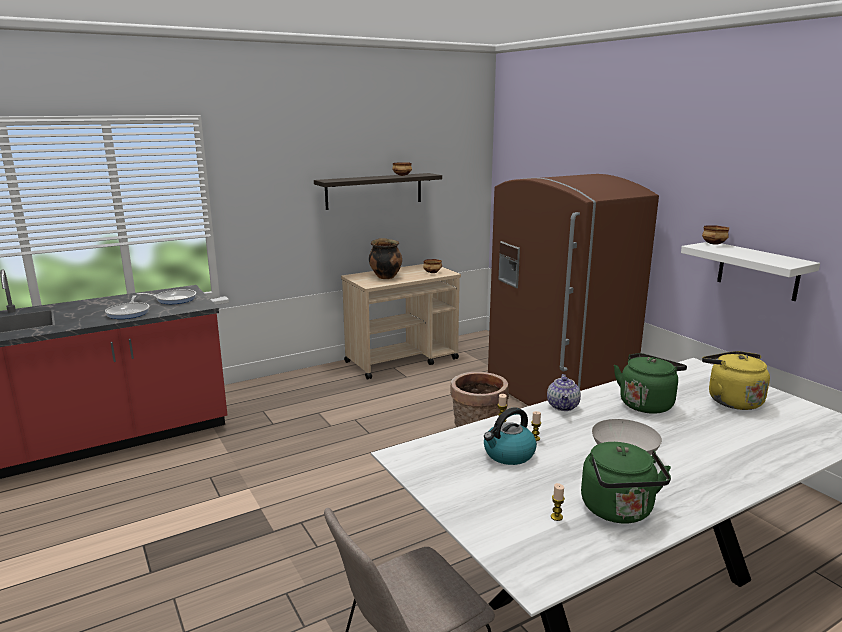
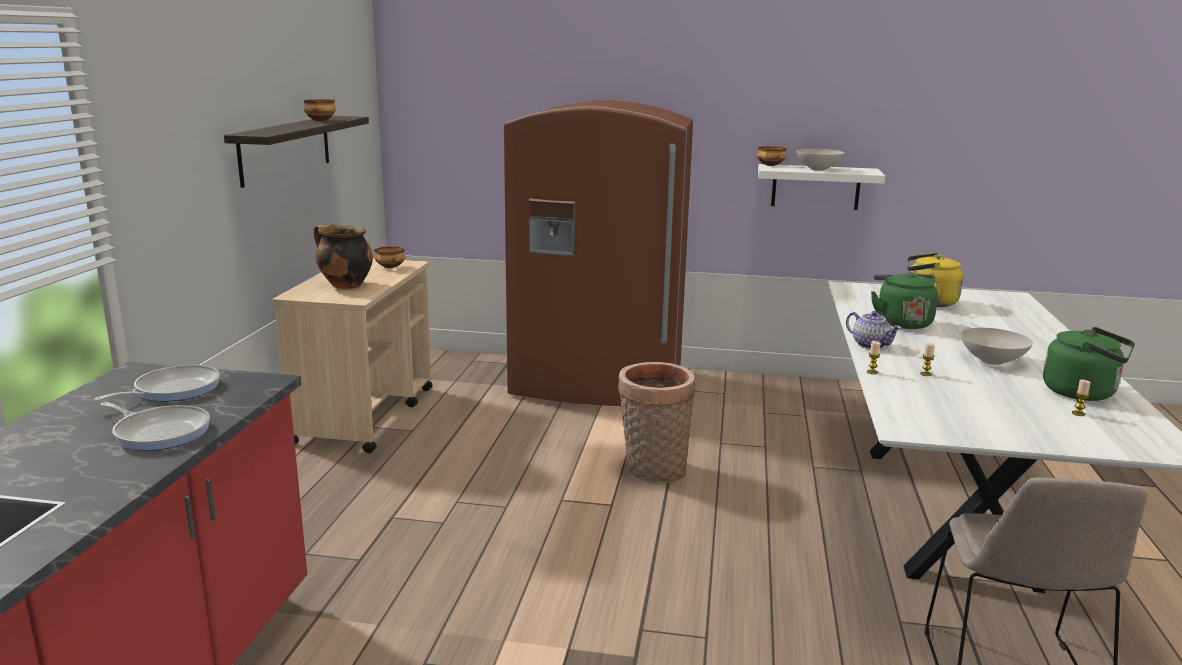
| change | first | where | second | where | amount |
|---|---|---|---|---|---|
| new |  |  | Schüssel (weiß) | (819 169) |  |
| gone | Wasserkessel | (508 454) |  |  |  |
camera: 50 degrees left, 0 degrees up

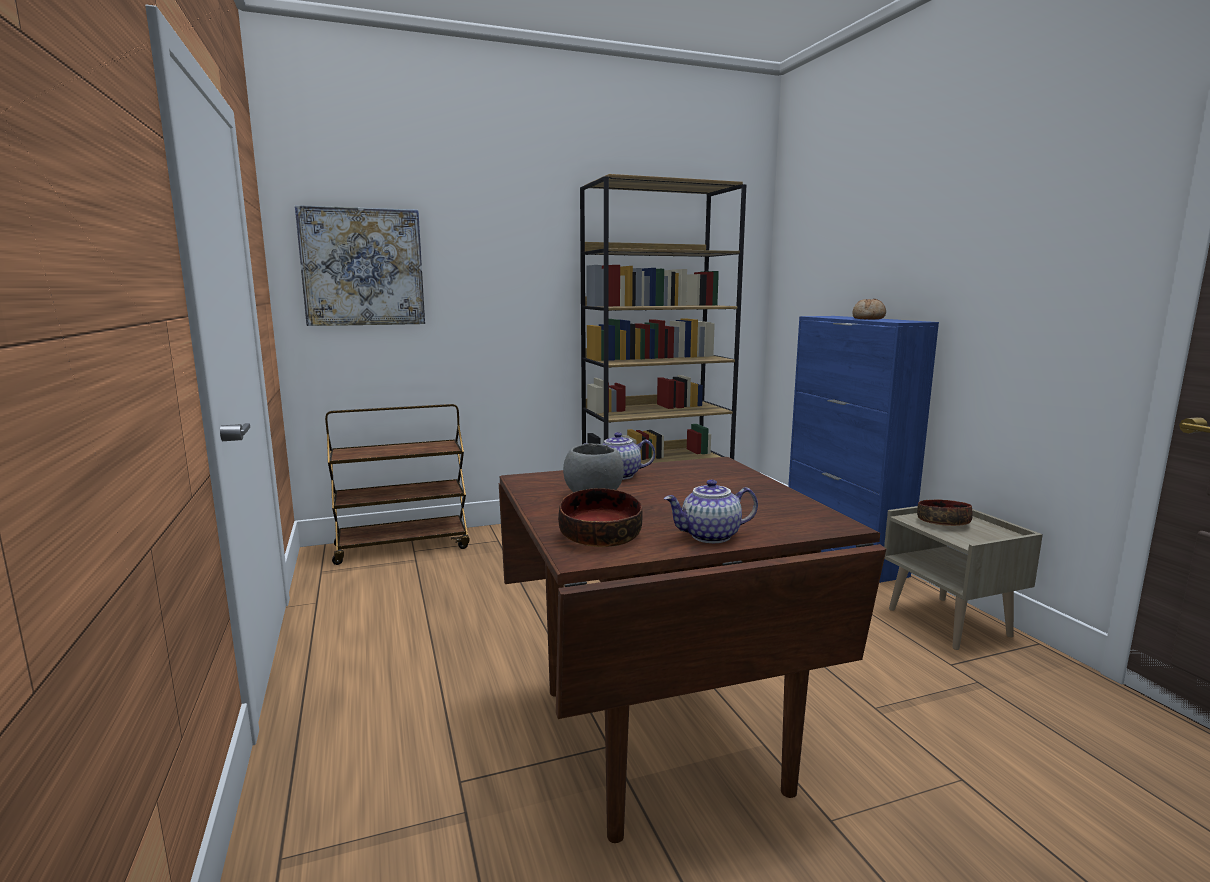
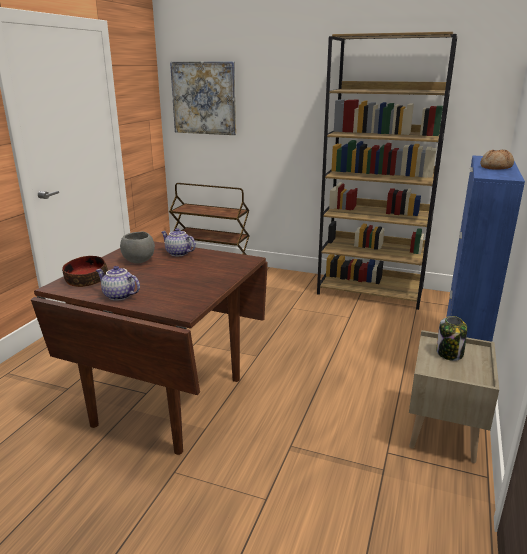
| change | first | where | second | where | amount |
|---|---|---|---|---|---|
| swapped | Schüssel | (943 522) | Vorratsglas | (449 353) |  |
camera: 40 degrees right, 10 degrees up

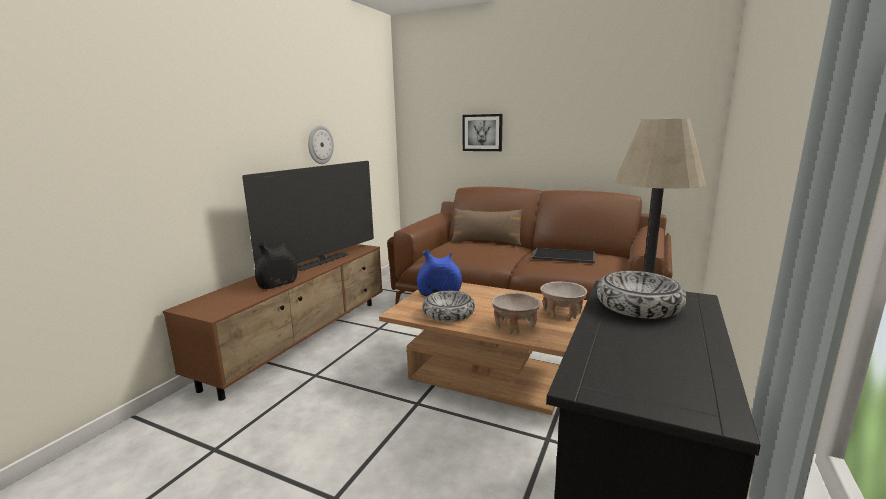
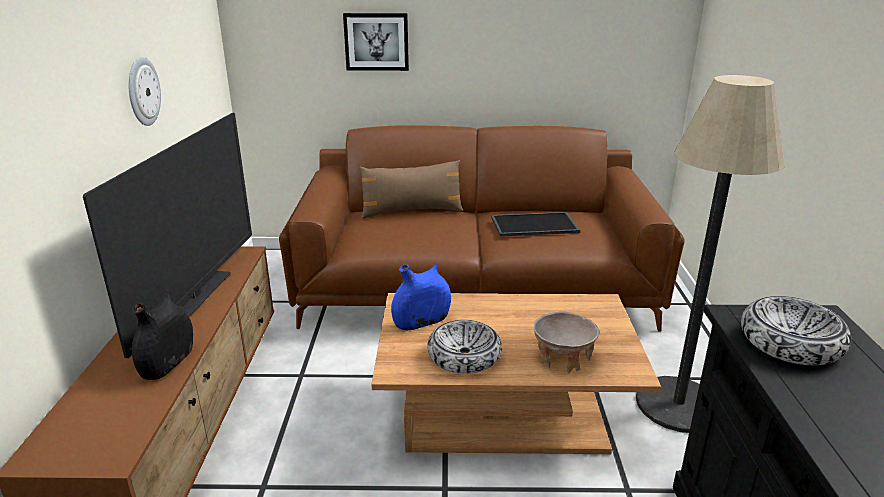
| change | first | where | second | where | amount |
|---|---|---|---|---|---|
| gone | Schüssel (beige) | (562 313) |  |  |  |
camera: 25 degrees left, 10 degrees up

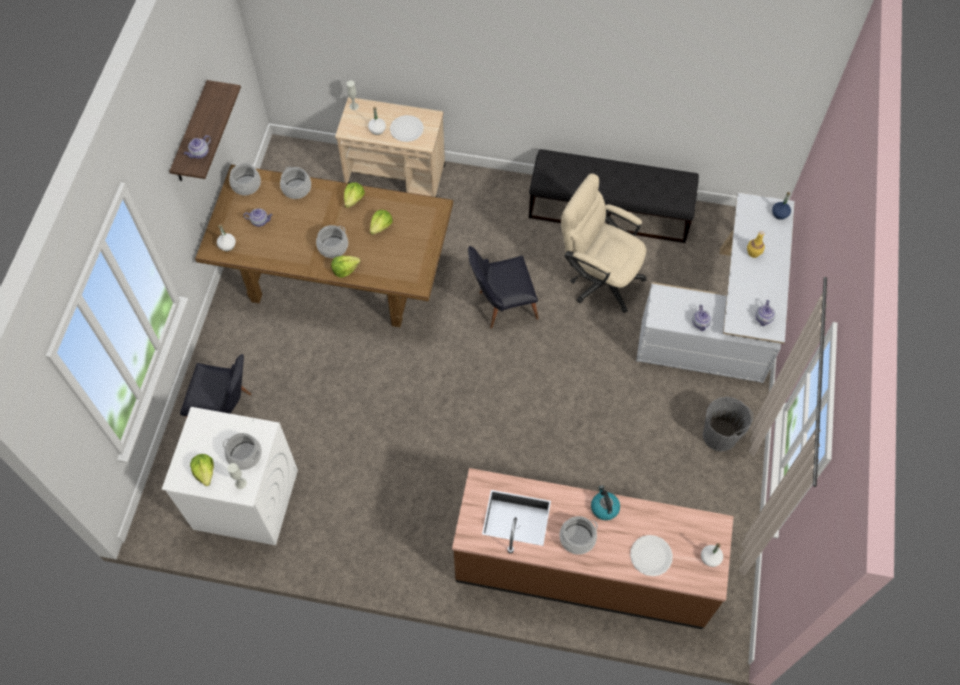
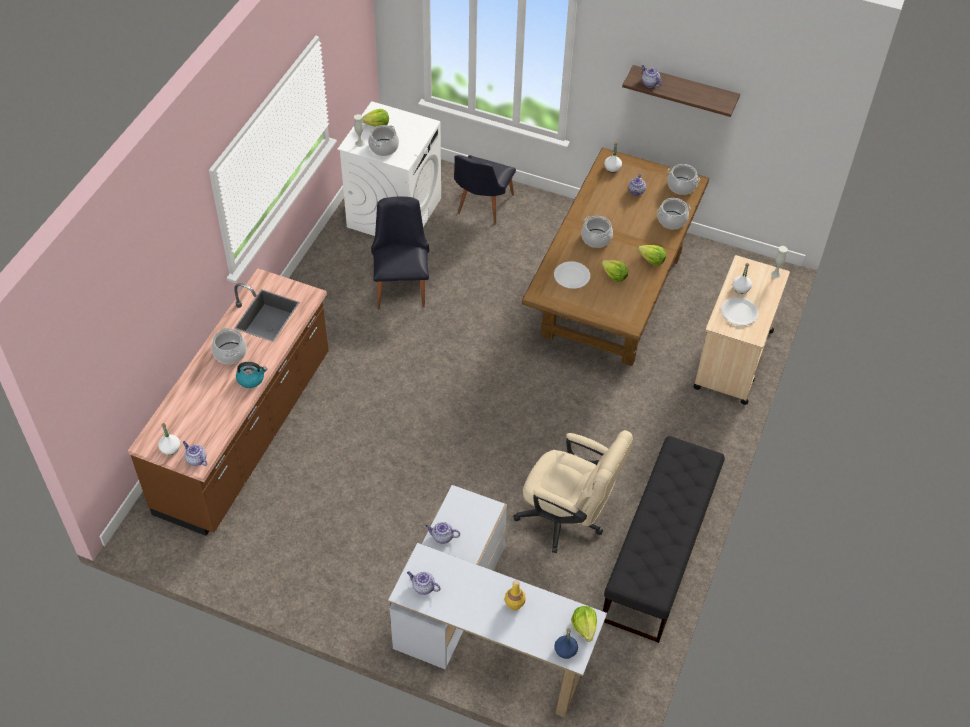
| change | first | where | second | where | amount |
|---|---|---|---|---|---|
| new |  |  | Teekanne | (196 459) |  |
| shifted | Stuhl (schwarz) | (501 305) |  | (401 285) |  |
| rotated | Bürostuhl (beige) | (598 277) |  | (568 519) | 75 degrees clockwise |
| shifted | Teller (weiß) | (651 555) |  | (572 276) |  |
| shifted | Salatkopf | (345 269) |  | (584 627) |  |
| gone | Eimer (grau) | (720 435) |  |  |  |
camera: 100 degrees right, 10 degrees down

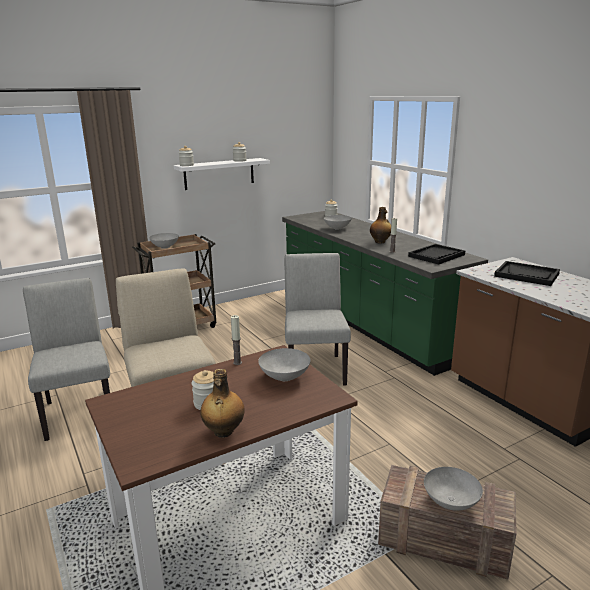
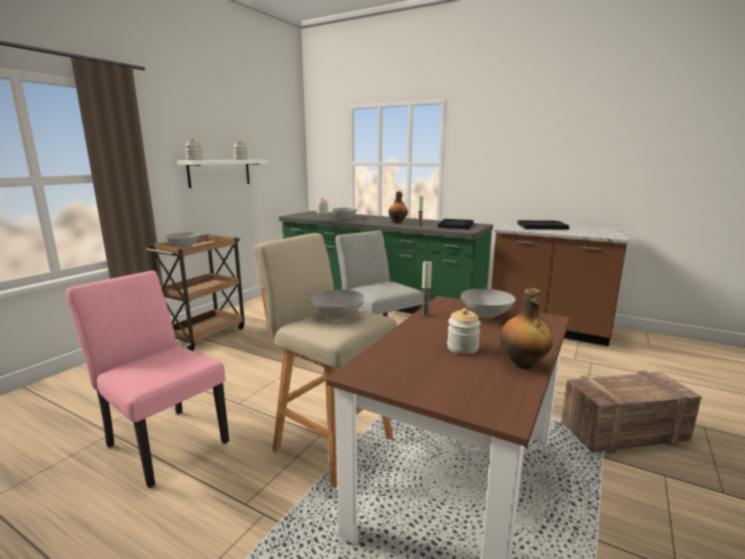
| change | first | where | second | where | amount |
|---|---|---|---|---|---|
| repainted | Stuhl (grau) | (79 409) | Stuhl (rosa) | (163 440) |  |
| shifted | Schüssel (grau) | (450 501) |  | (338 316) |  |
camera: 30 degrees left, 5 degrees down

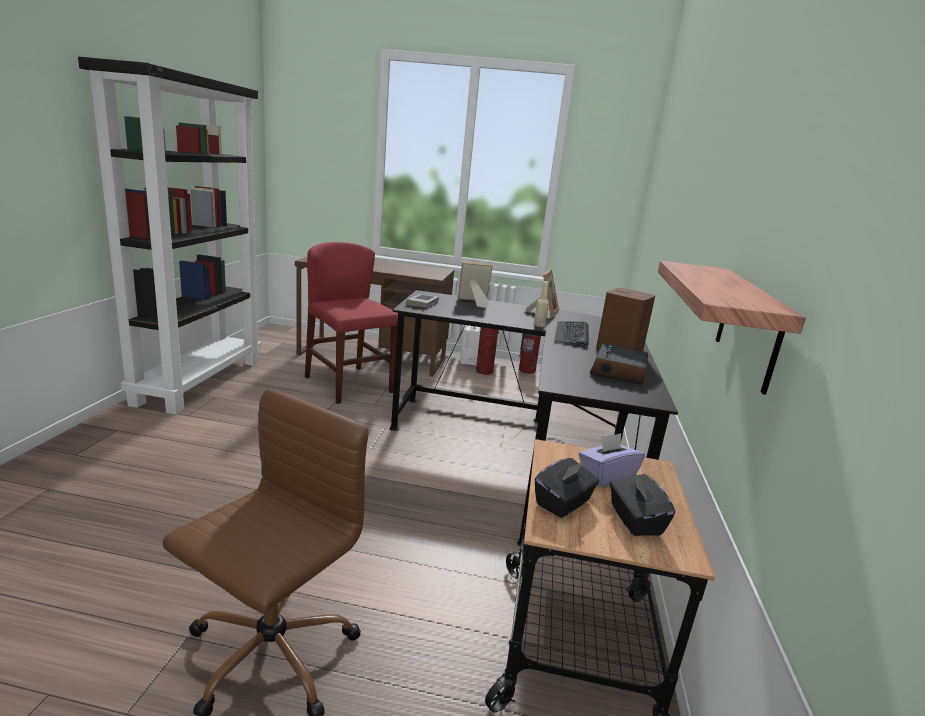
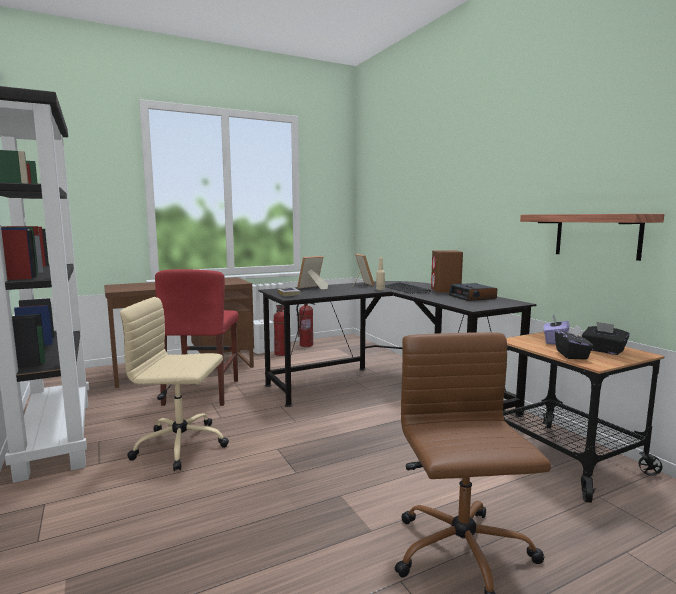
| change | first | where | second | where | amount |
|---|---|---|---|---|---|
| new |  |  | Bürostuhl (beige) | (182 445) |  |
| rotated | Stuhl (rot) | (349 384) |  | (202 392) | 105 degrees counterclockwise |
camera: 35 degrees left, 10 degrees down

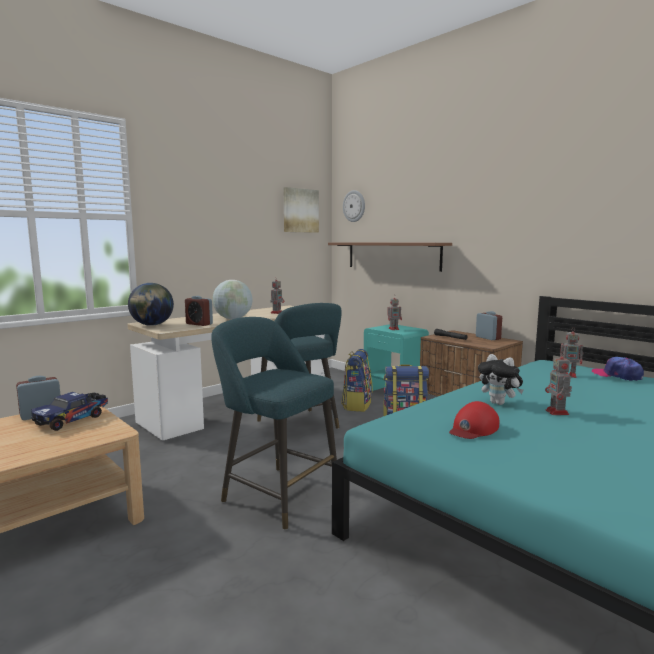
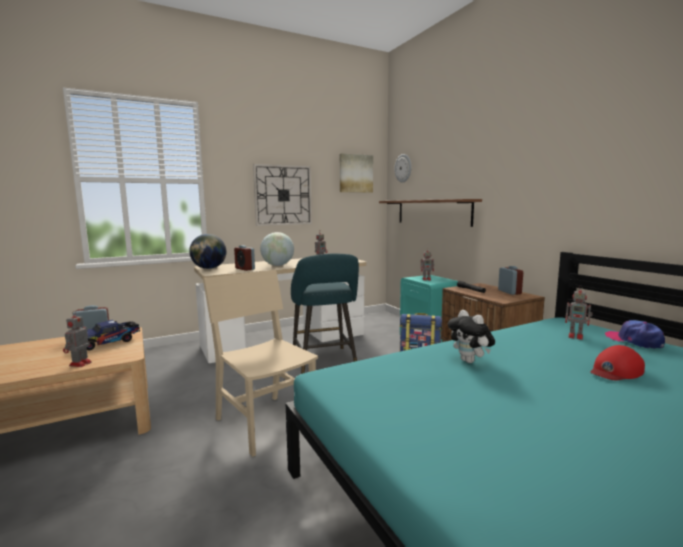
| change | first | where | second | where | amount |
|---|---|---|---|---|---|
| shifted | Spielzeugroboter | (557 412) |  | (79 364) |  |
| swapped | Hocker (türkis) | (276 494) | Stuhl (beige) | (265 423) |  |
| new |  |  | Wanduhr | (283 195) |  |
| shifted | Kappe (rot) | (473 428) |  | (615 371) |  |
| gone | Rucksack | (357 405) |  |  |  |
camera: 15 degrees right, 0 degrees up

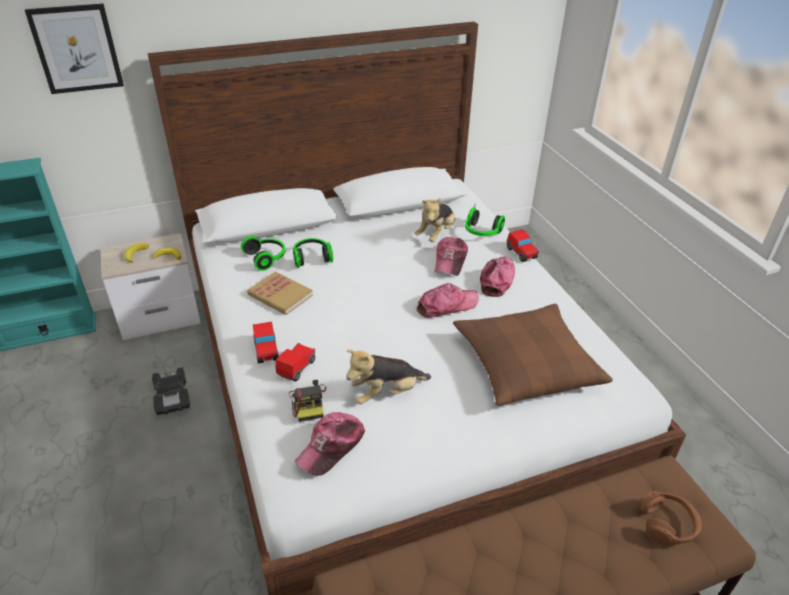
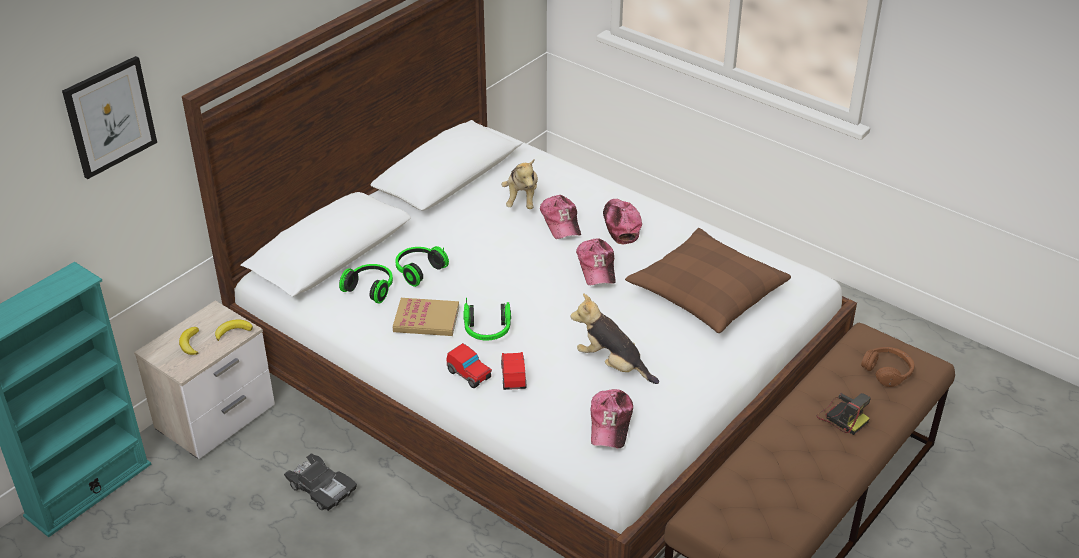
| change | first | where | second | where | amount |
|---|---|---|---|---|---|
| shifted | Kopfhörer | (481 232) |  | (487 332) |  |
| rotated | Plüschtier | (386 393) |  | (612 365) | 90 degrees clockwise |
| rotated | Kappe | (447 306) |  | (597 267) | 135 degrees clockwise |
| shifted | Kamera | (308 403) |  | (842 417) |  |
| gone | Spielzeugauto | (521 253) |  |  |  |
camera: 30 degrees left, 0 degrees up

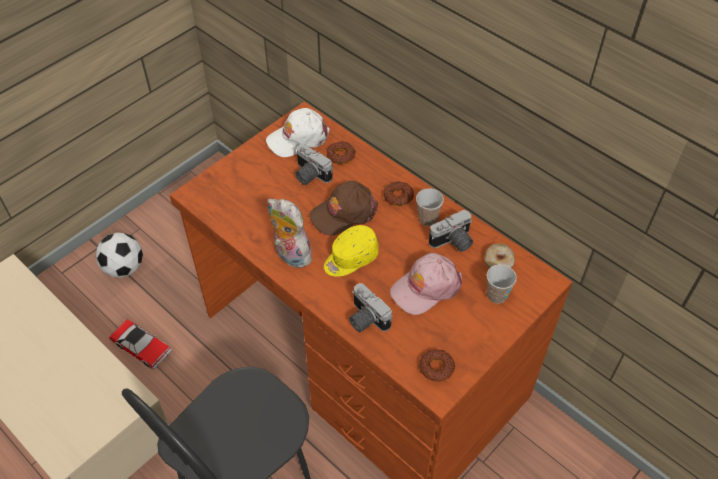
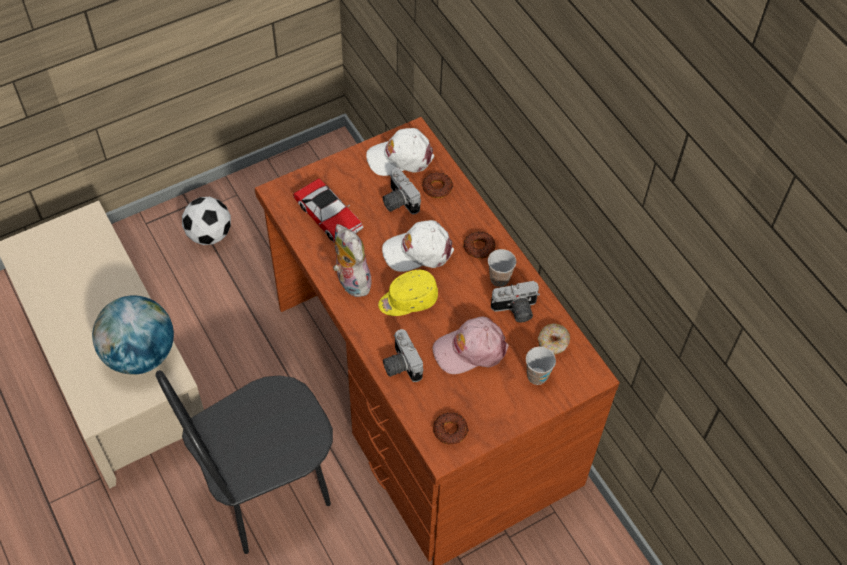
| change | first | where | second | where | amount |
|---|---|---|---|---|---|
| new |  |  | Globus | (140 354) |  |
| shifted | Spielzeugauto | (142 347) |  | (328 216) |  |
| repainted | Kappe (braun) | (343 213) | Kappe (weiß) | (418 251) |  |
camera: 15 degrees right, 5 degrees up

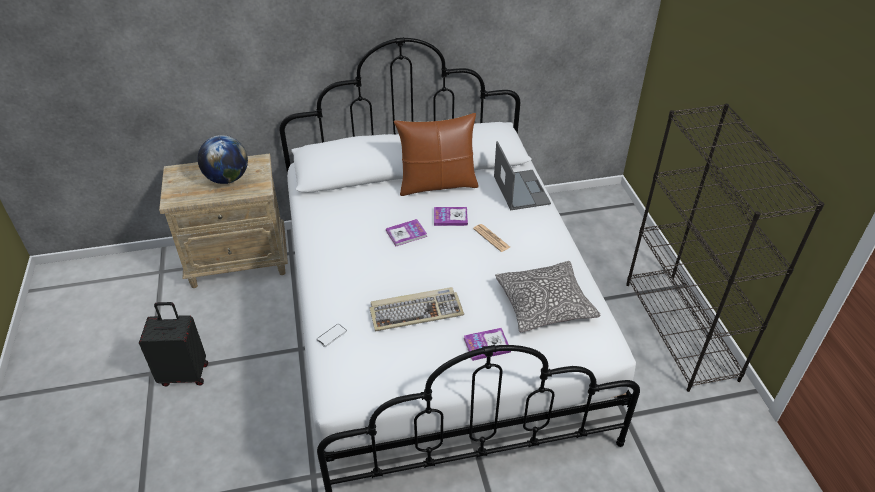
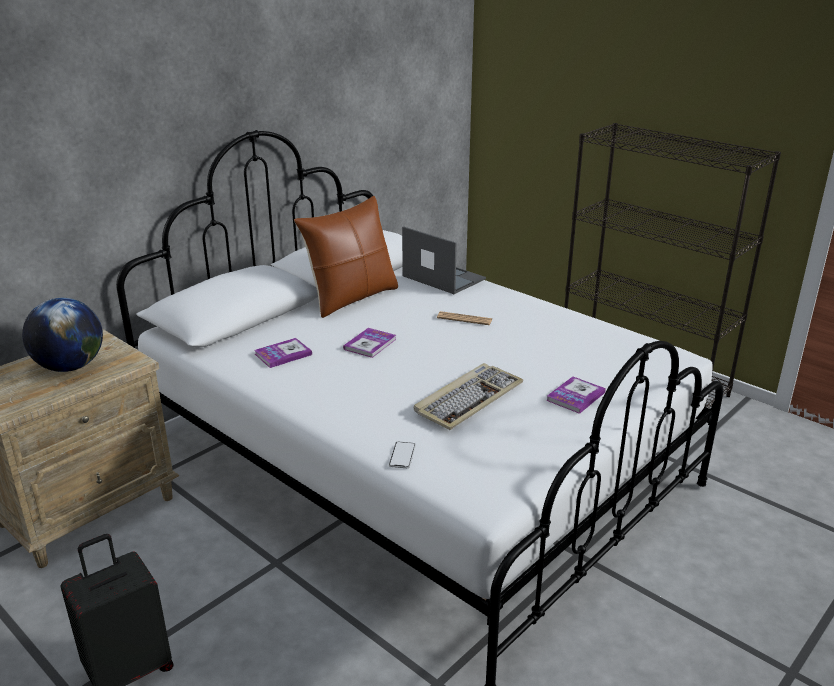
| change | first | where | second | where | amount |
|---|---|---|---|---|---|
| shifted | Buch | (450 217) |  | (283 354) |  |
| gone | Kissen | (544 304) |  |  |  |
camera: 35 degrees left, 15 degrees down

